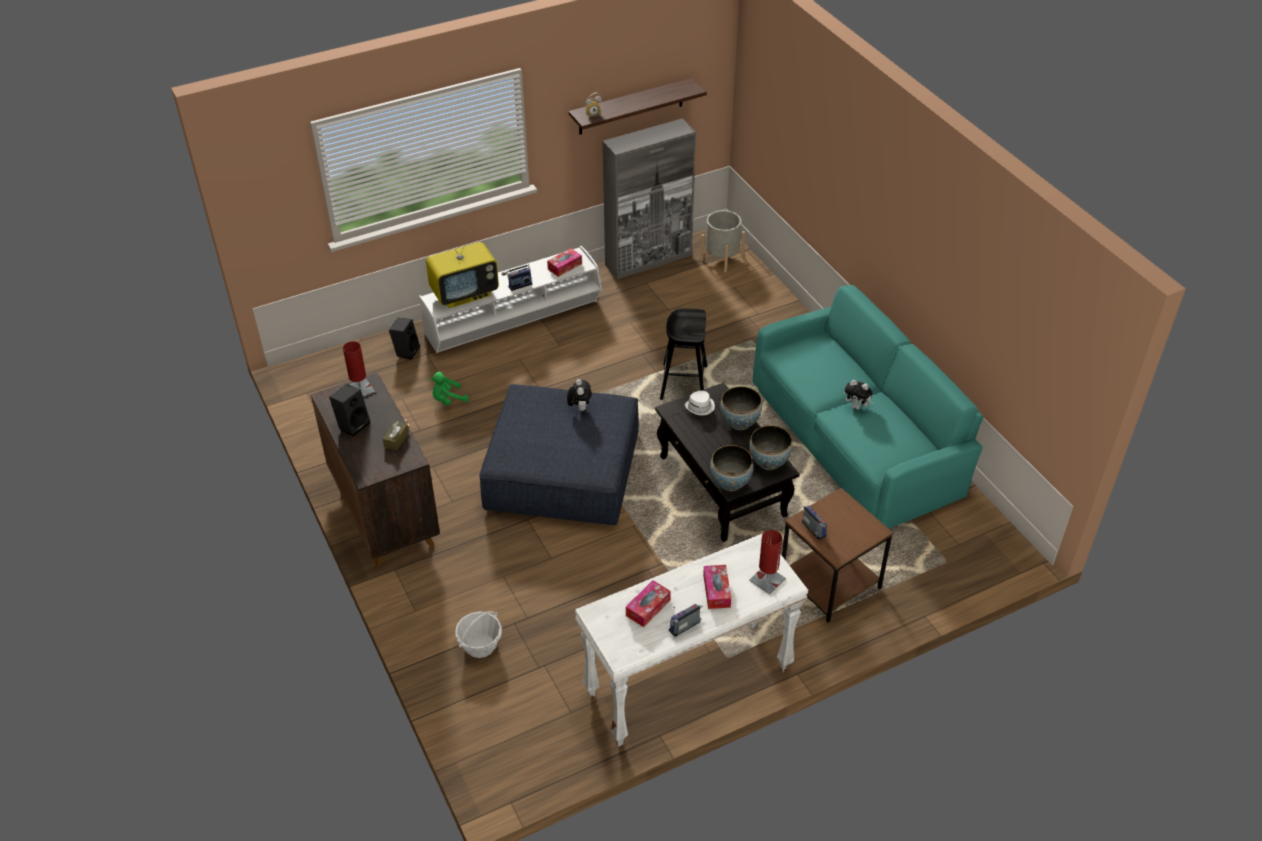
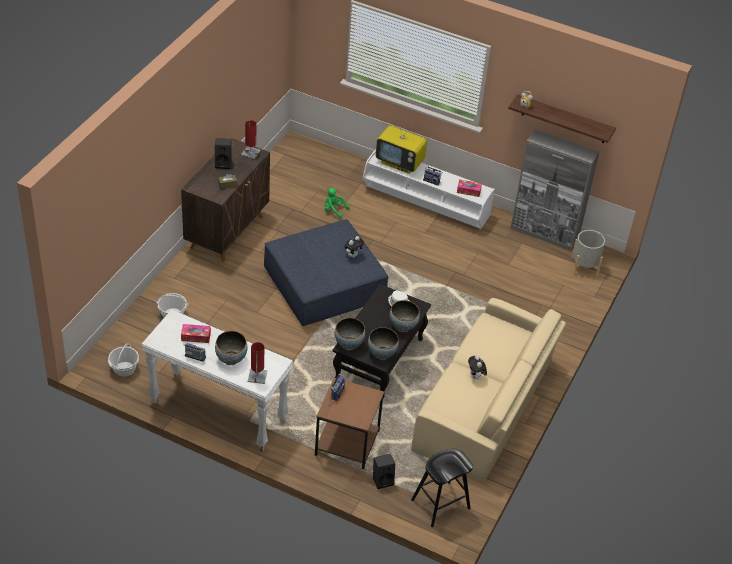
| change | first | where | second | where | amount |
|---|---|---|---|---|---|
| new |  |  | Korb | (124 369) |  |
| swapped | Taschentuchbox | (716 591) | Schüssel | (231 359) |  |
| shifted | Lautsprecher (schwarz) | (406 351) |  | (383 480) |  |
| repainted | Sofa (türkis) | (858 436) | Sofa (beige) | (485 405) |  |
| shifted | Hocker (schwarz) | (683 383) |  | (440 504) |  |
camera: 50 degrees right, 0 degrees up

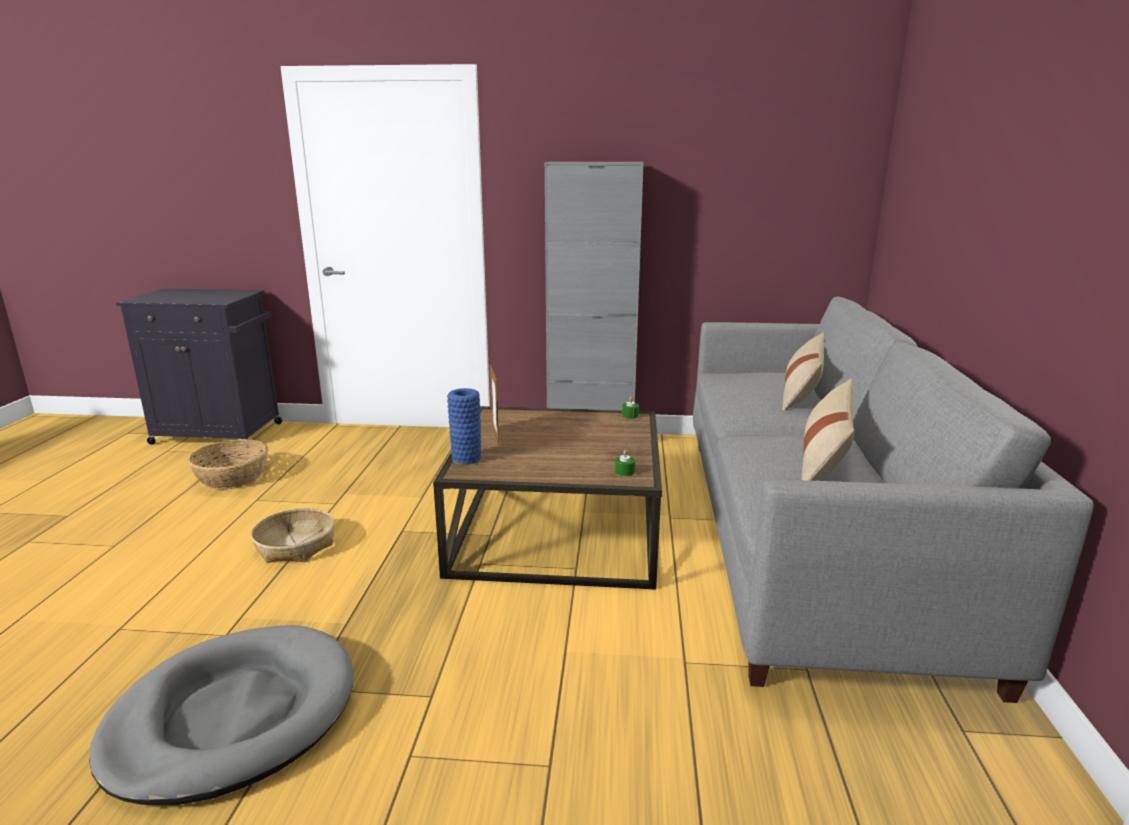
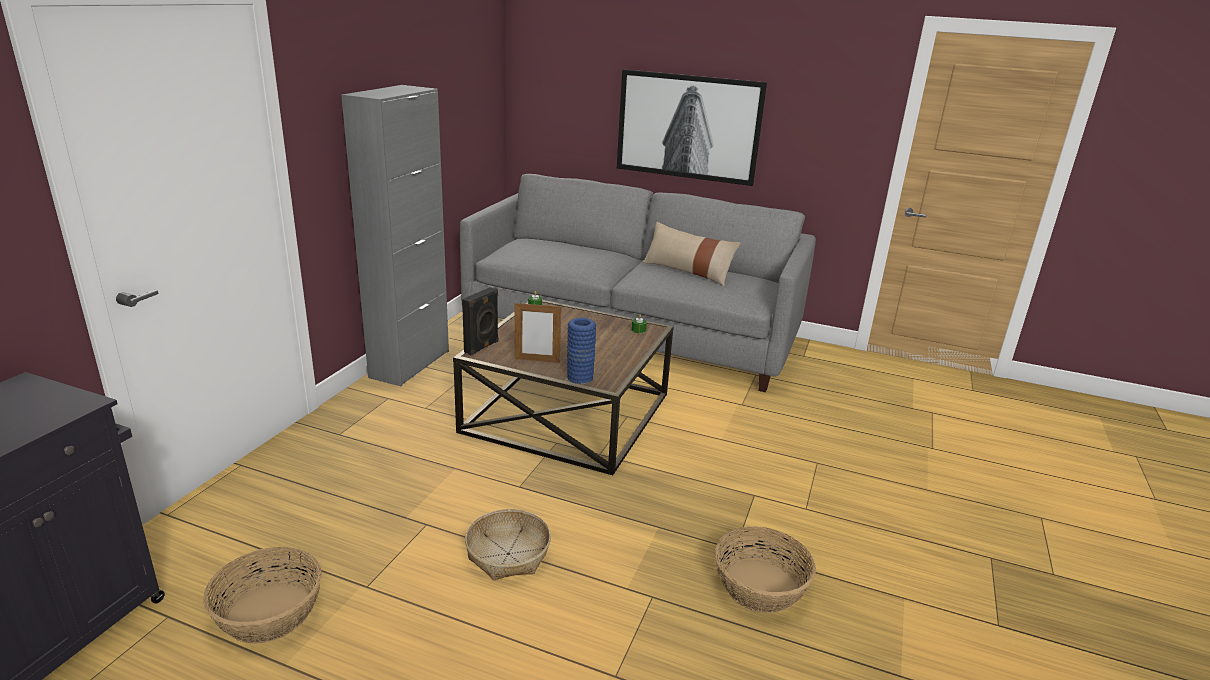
| change | first | where | second | where | amount |
|---|---|---|---|---|---|
| new |  |  | Lautsprecher (schwarz) | (482 347) |  |
| new |  |  | Bild | (688 127) |  |
| swapped | Hundebett (grau) | (233 717) | Korb | (760 586) |  |
| gone | Kissen (beige) | (801 394) |  |  |  |
camera: 75 degrees left, 5 degrees up

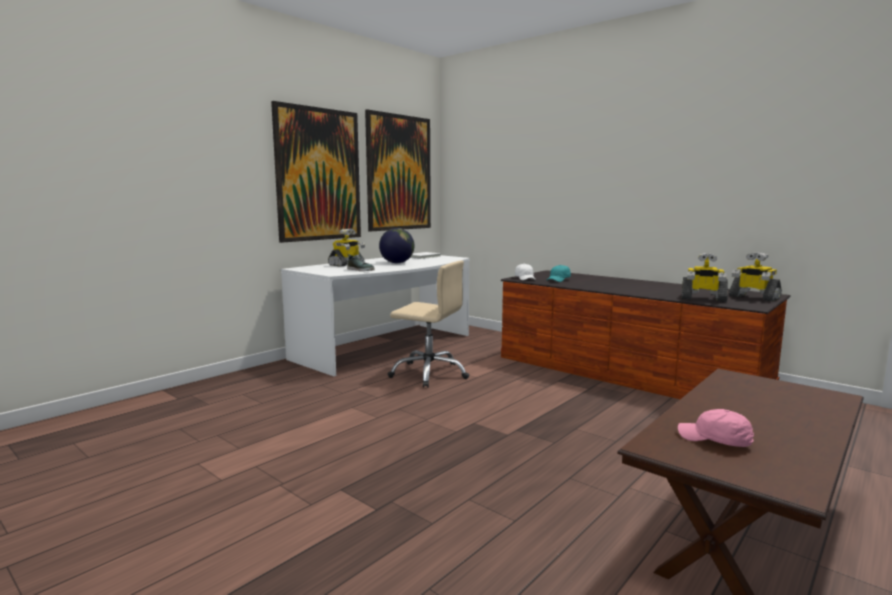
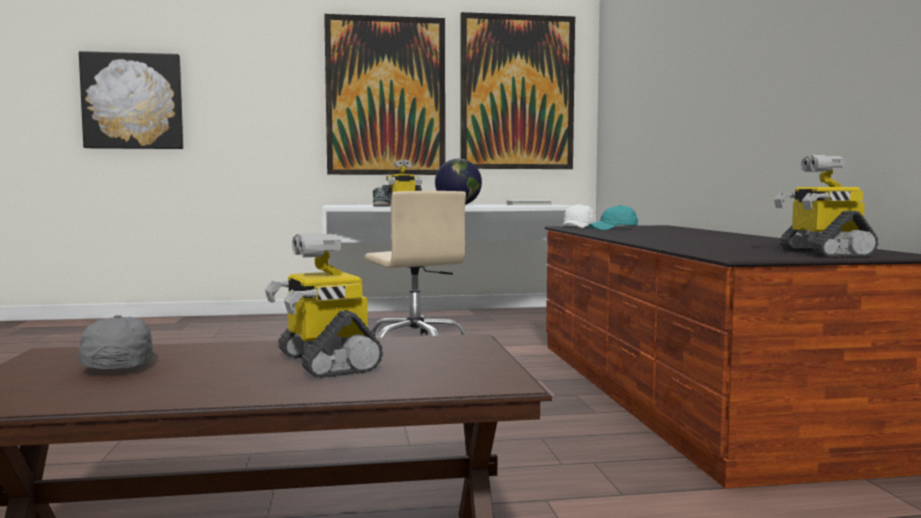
| change | first | where | second | where | amount |
|---|---|---|---|---|---|
| repainted | Kappe (rosa) | (714 440) | Kappe (grau) | (120 365) |  |
| new |  |  | Bild | (133 101) |  |
| shifted | Spielzeugroboter | (703 298) |  | (325 362) |  |
camera: 40 degrees right, 5 degrees down

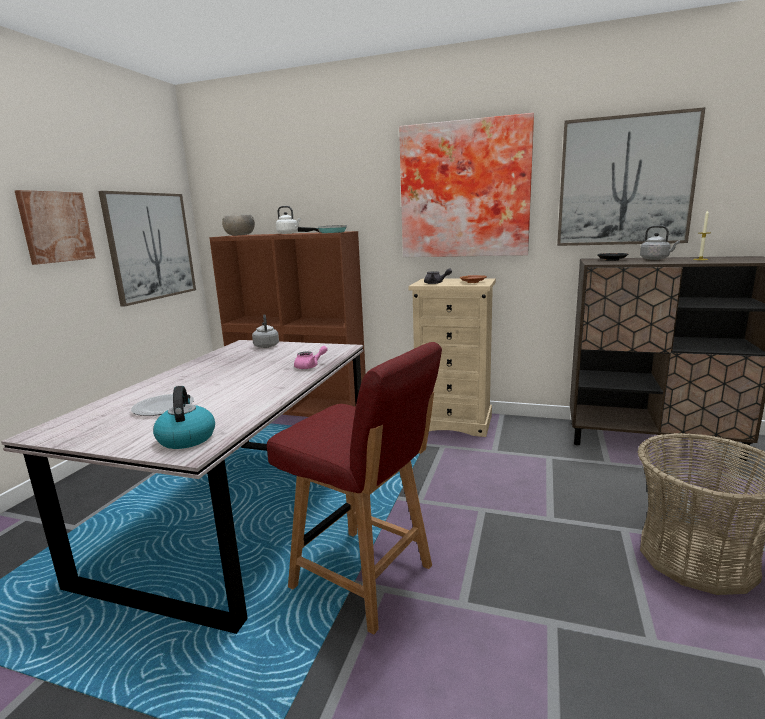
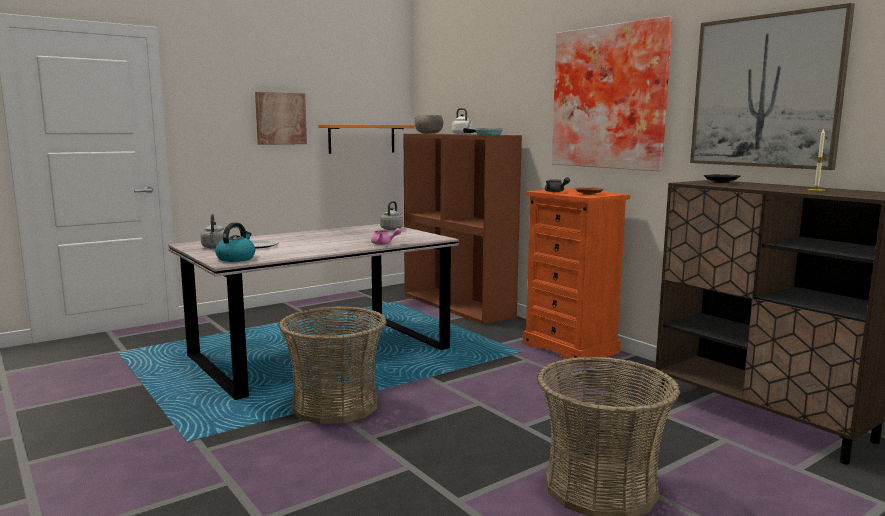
| change | first | where | second | where | amount |
|---|---|---|---|---|---|
| shifted | Wasserkessel (grau) | (656 259) |  | (215 247) |  |
| swapped | Stuhl (rot) | (364 578) | Korb | (335 405) |  |
| swapped | Bild | (151 246) | Wandregal (orange) | (362 139) |  |
| repainted | Kommode (beige) | (454 422) | Kommode (orange) | (571 348) |  |
camera: 35 degrees right, 5 degrees down

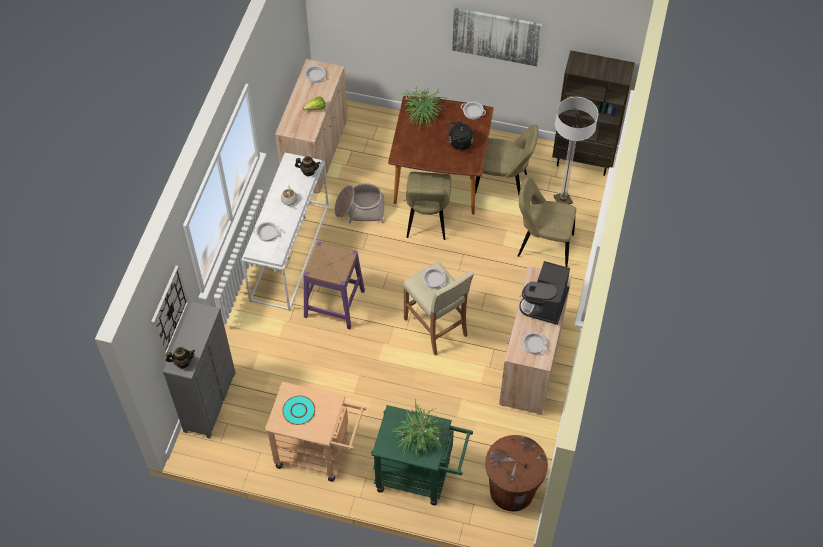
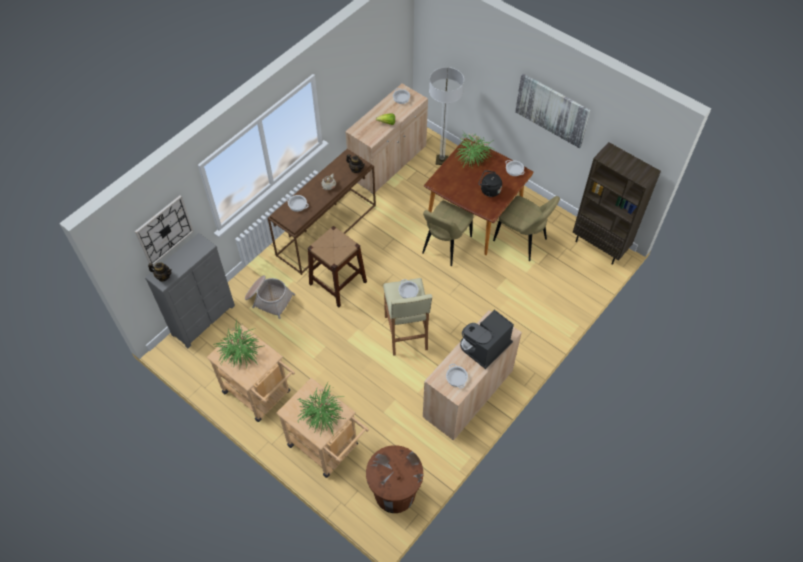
| change | first | where | second | where | amount |
|---|---|---|---|---|---|
| swapped | Teller (türkis) | (298 410) | Topfpflanze | (240 352) |  |
| shifted | Korb | (360 209) |  | (268 299) |  |
| repainted | Konsolentisch (weiß) | (289 251) | Konsolentisch (braun) | (326 229) |  |
| repainted | Rollwagen (grün) | (420 476) | Rollwagen (beige) | (327 448) |  |
| repainted | Hocker (lila) | (334 303) | Hocker (braun) | (338 282) |  |
| shifted | Stehlampe | (562 200) |  | (442 160) |  |
| gone | Stuhl (beige) | (542 245) |  |  |  |
camera: 25 degrees right, 0 degrees up

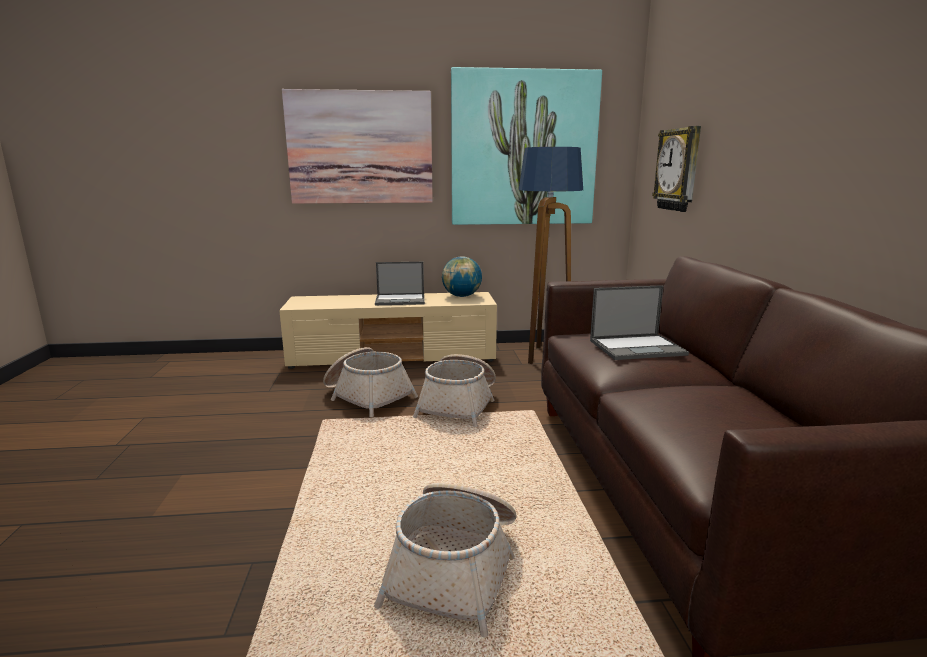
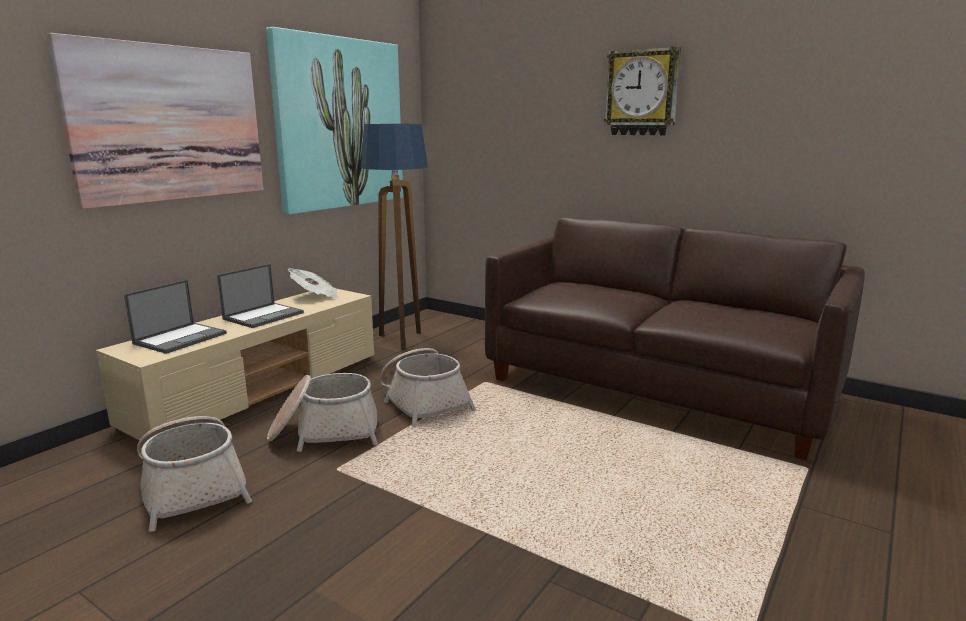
| change | first | where | second | where | amount |
|---|---|---|---|---|---|
| shifted | Laptop | (638 347) |  | (181 338) |  |
| shifted | Korb | (455 568) |  | (193 487) |  |
| swapped | Globus | (461 296) | Zeitung | (316 296) |  |
| shifted | Wanduhr | (678 170) |  | (642 93) |  |
camera: 50 degrees left, 0 degrees up

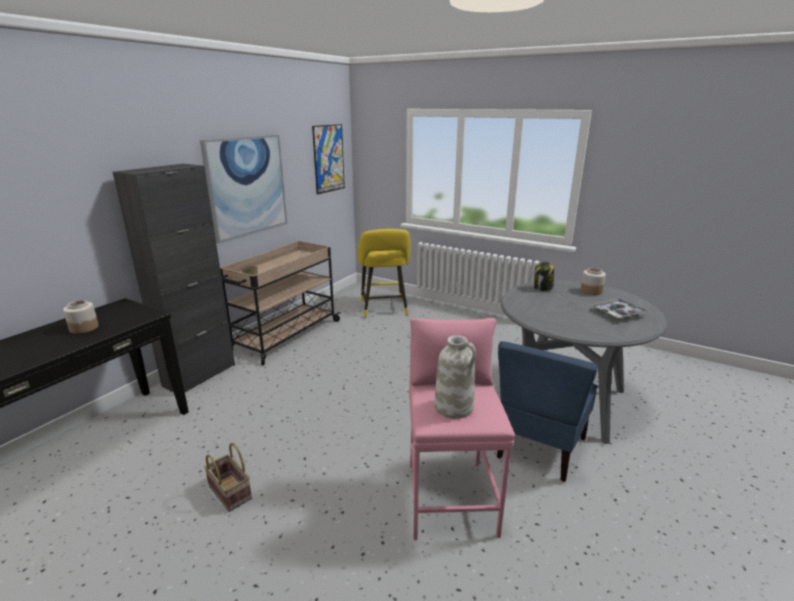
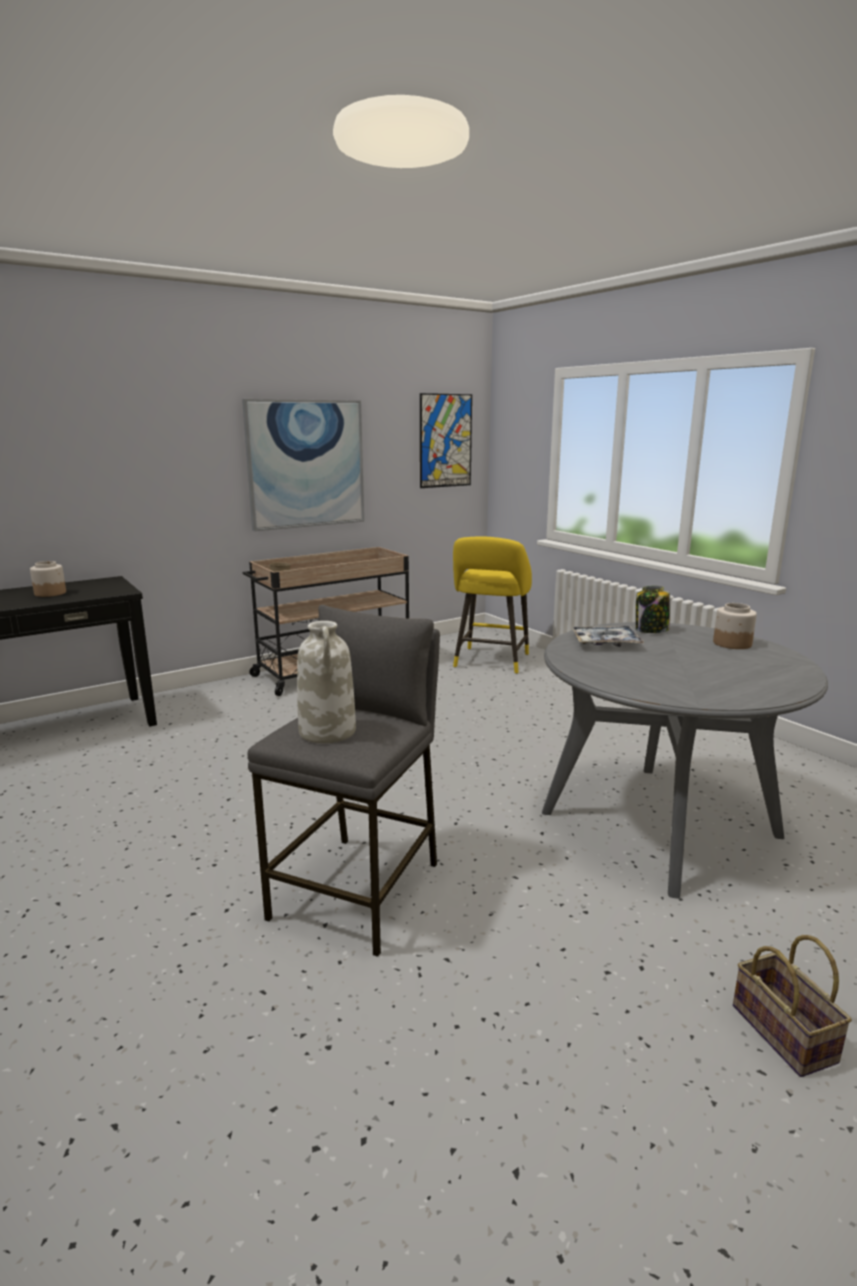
| change | first | where | second | where | amount |
|---|---|---|---|---|---|
| repainted | Hocker (rosa) | (450 497) | Hocker (grau) | (358 890) |  |
| shifted | Tablett | (618 313) |  | (605 642) |  |
| shifted | Korb | (231 493) |  | (786 1034) |  |
| gone | Schrank (schwarz) | (199 375) |  |  |  |
| gone | Stuhl (blau) | (539 447) |  |  |  |
camera: 25 degrees right, 5 degrees down

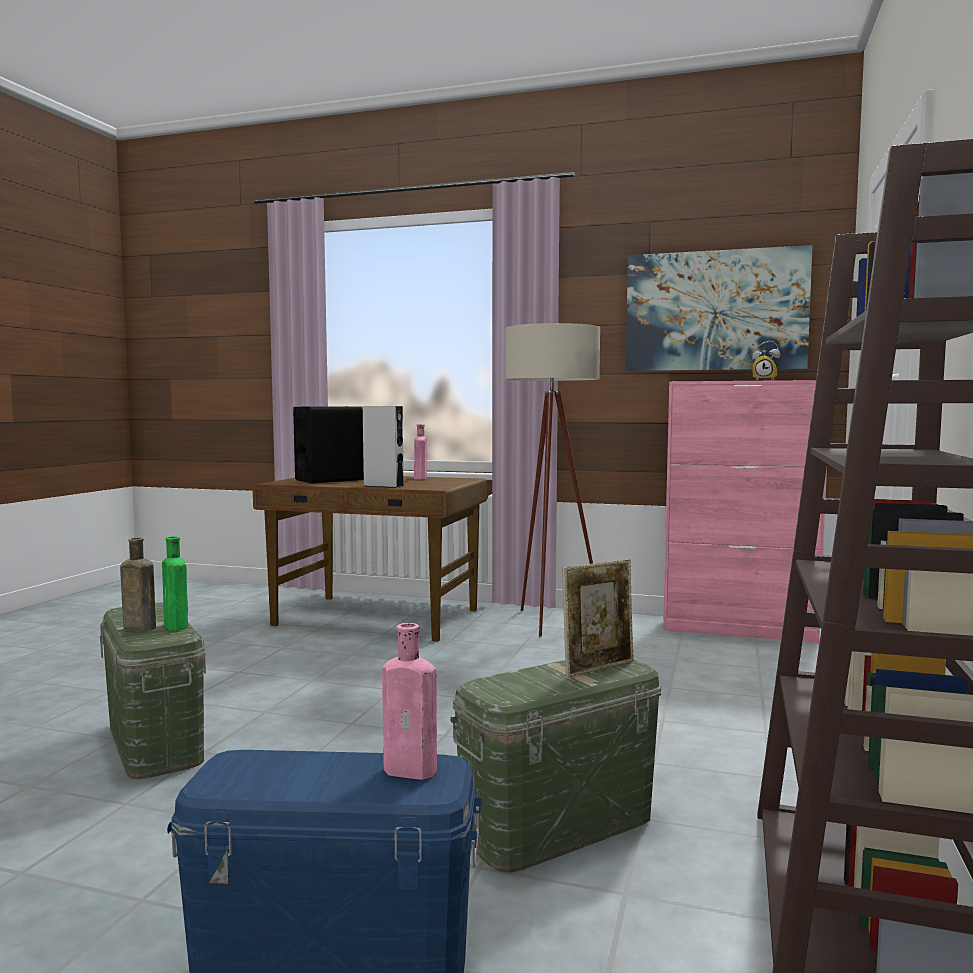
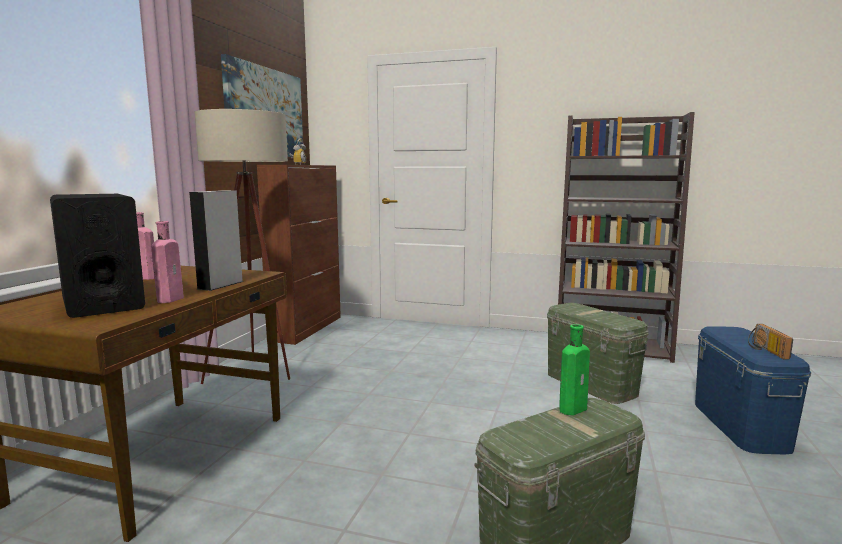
| change | first | where | second | where | amount |
|---|---|---|---|---|---|
| shifted | Flasche (rosa) | (414 771) |  | (171 299) |  |
| repainted | Schrank (rosa) | (739 630) | Schrank (braun) | (307 328) |  |
| new |  |  | Radio | (765 350) |  |
| gone | Flasche (braun) | (137 628) |  |  |  |
| gone | Bilderrahmen | (598 668) |  |  |  |
camera: 90 degrees left, 5 degrees up

